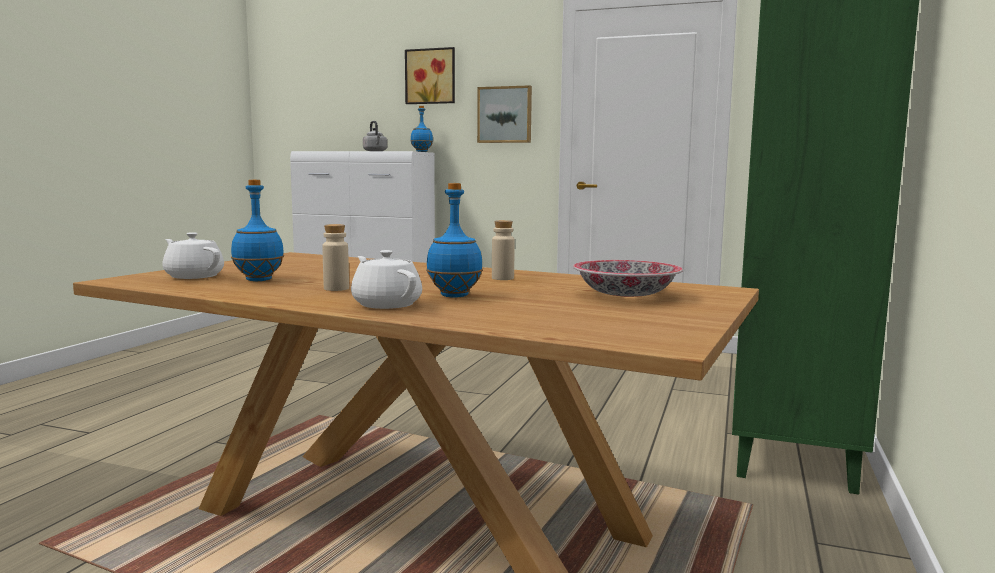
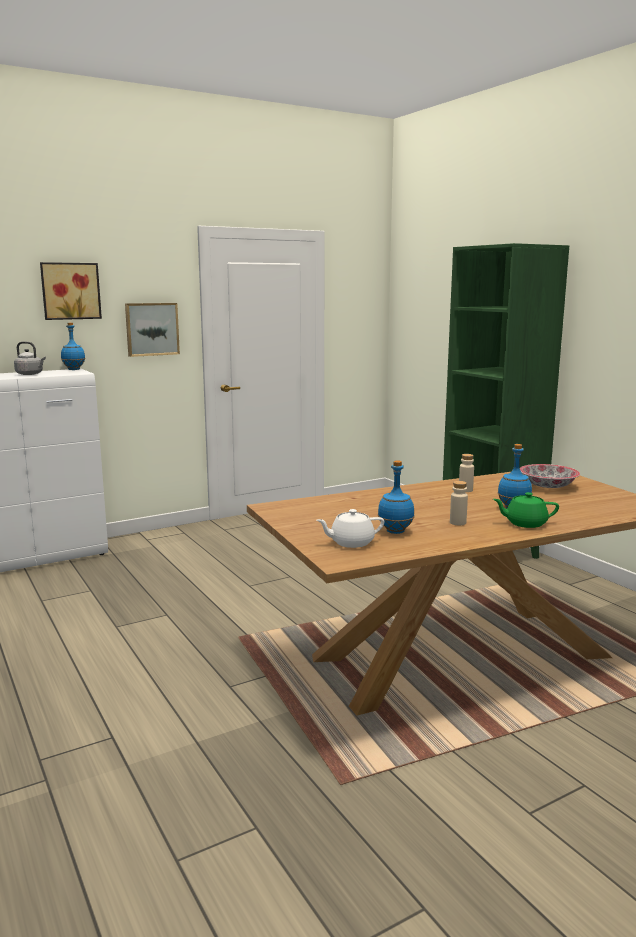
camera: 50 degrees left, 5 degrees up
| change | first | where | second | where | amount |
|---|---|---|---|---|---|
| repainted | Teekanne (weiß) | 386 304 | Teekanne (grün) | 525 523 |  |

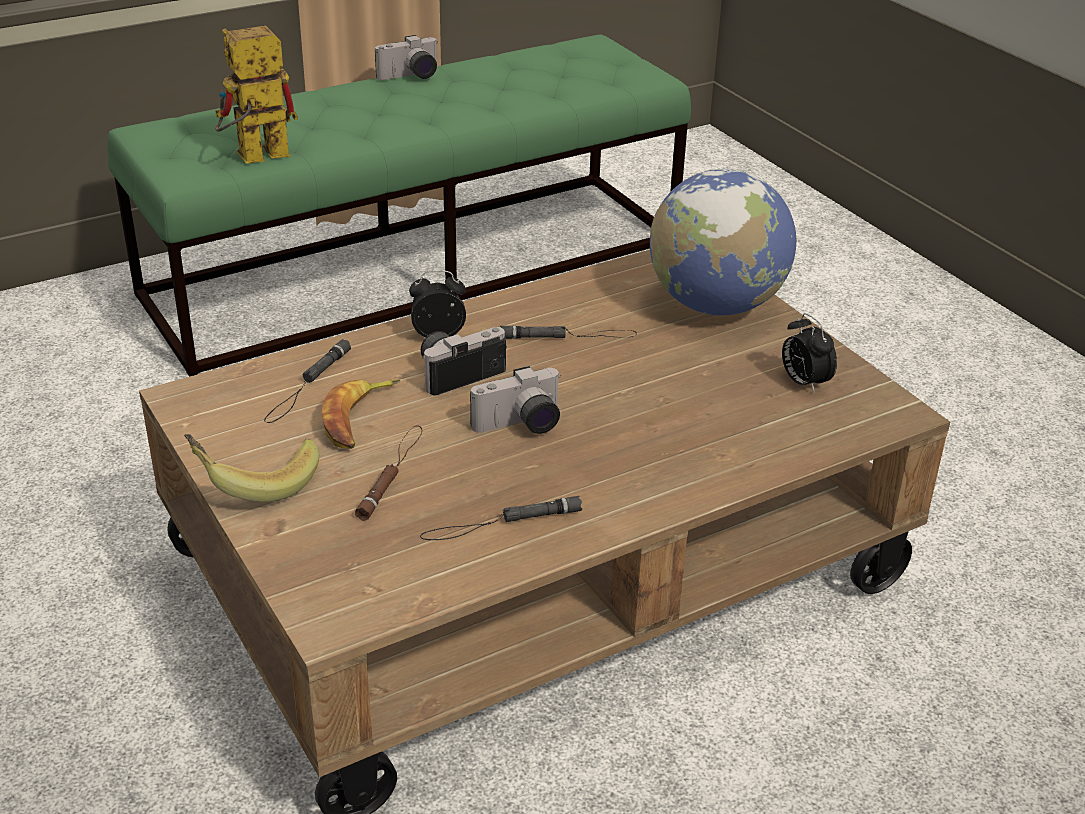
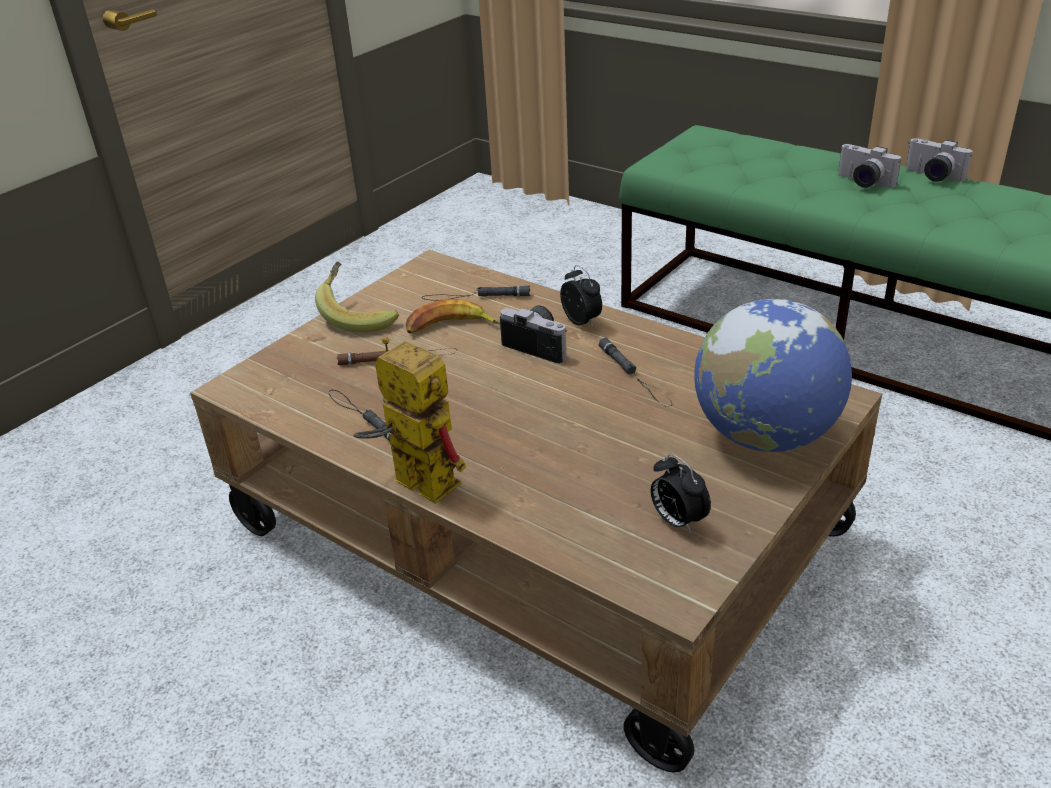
camera: 70 degrees right, 0 degrees up
| change | first | where | second | where | amount |
|---|---|---|---|---|---|
| shifted | Spielzeugroboter | 253 159 |  | 413 481 |  |
| shifted | Kamera | 521 426 |  | 862 182 |  |
| rotated | Wecker | 803 382 |  | 677 521 | 75 degrees counterclockwise |

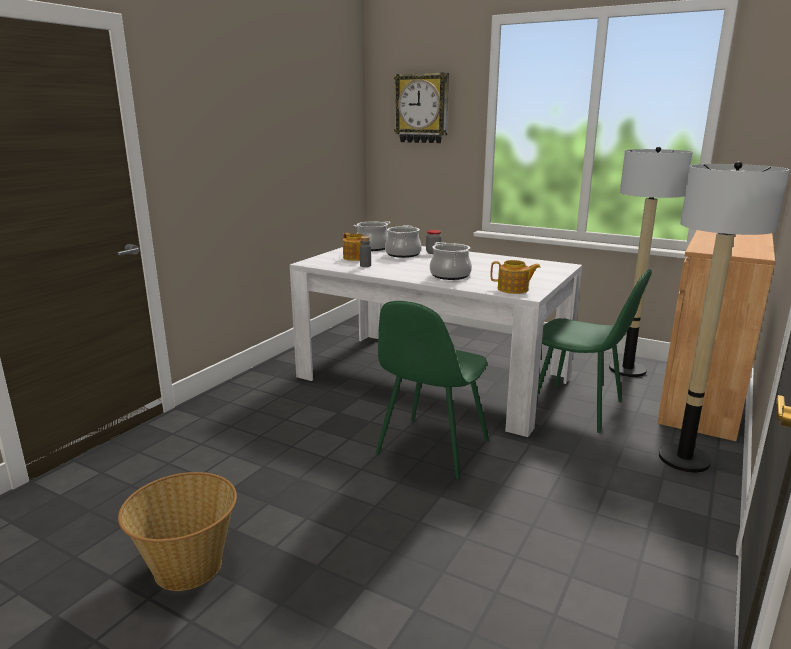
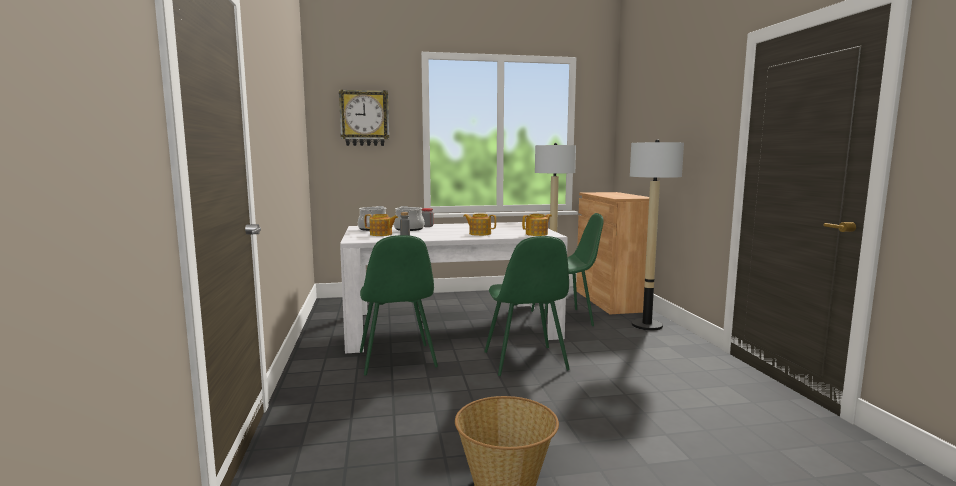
camera: 40 degrees left, 10 degrees down
| change | first | where | second | where | amount |
|---|---|---|---|---|---|
| new |  |  | Stuhl (grün) | 397 360 |  |
| swapped | Kochtopf | 450 275 | Teekanne | 479 234 |  |

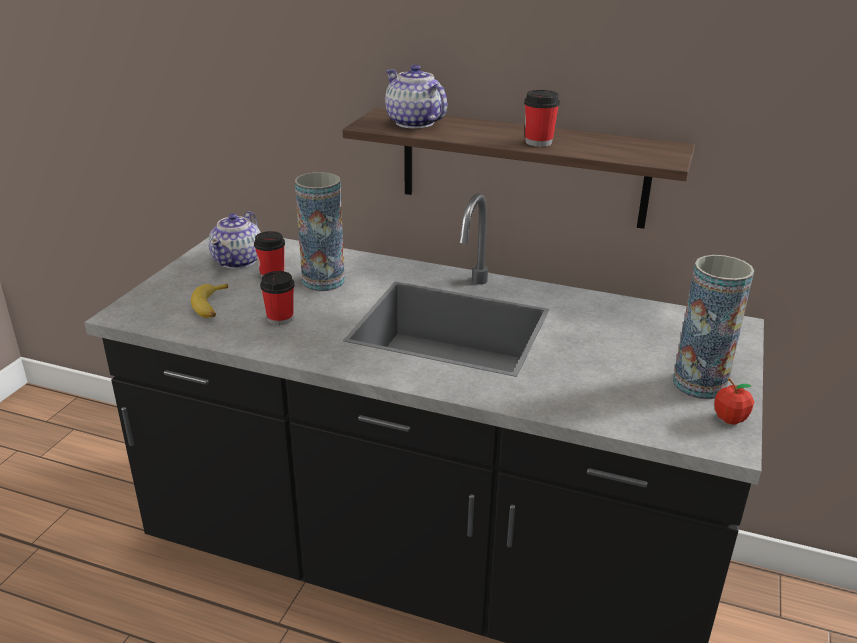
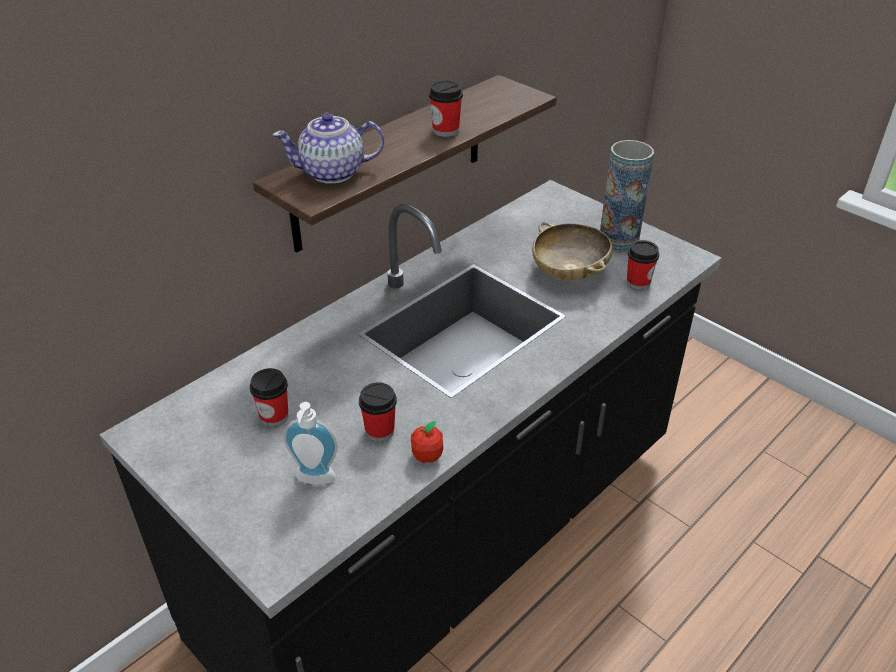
camera: 65 degrees left, 10 degrees up
| change | first | where | second | where | amount |
|---|---|---|---|---|---|
| gone | Teekanne | 239 261 |  |  |  |
| gone | Vase | 323 281 |  |  |  |
| new |  |  | Schüssel (beige) | 569 272 |  |
| new |  |  | Tasse | 638 283 |  |
| shifted | Apfel | 729 419 |  | 427 456 |  |
| swapped | Banane | 212 306 | Seifenspender | 314 480 |  |

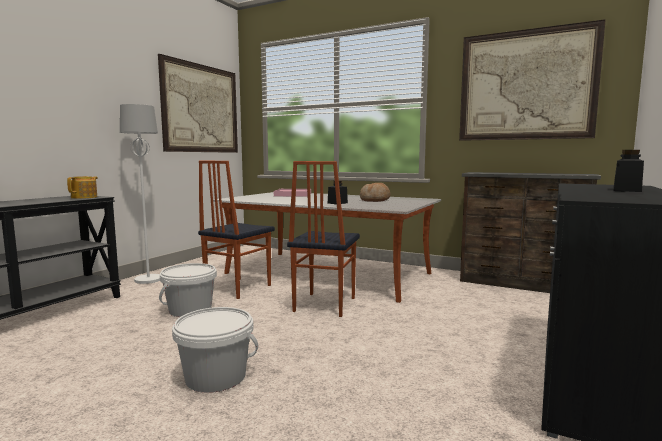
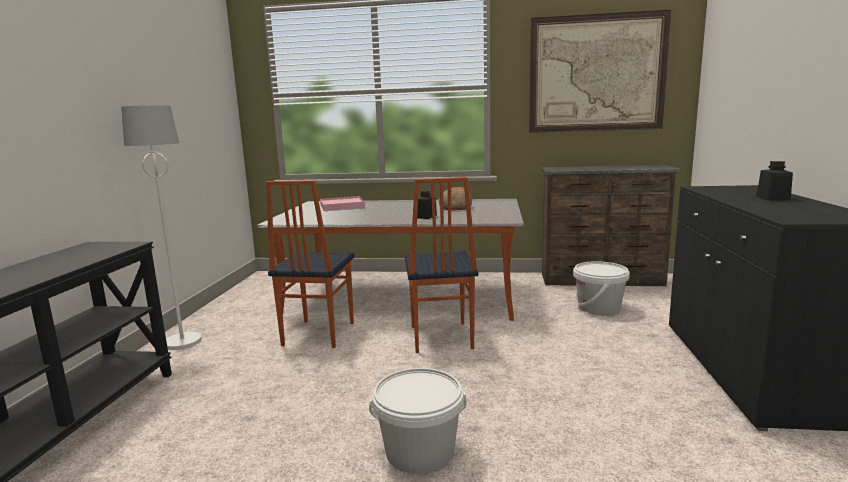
camera: 20 degrees left, 5 degrees up
| change | first | where | second | where | amount |
|---|---|---|---|---|---|
| gone | Teekanne | 85 197 |  |  |  |
| gone | Bild | 201 109 |  |  |  |
| shifted | Eimer (weiß) | 190 310 |  | 599 307 |  |

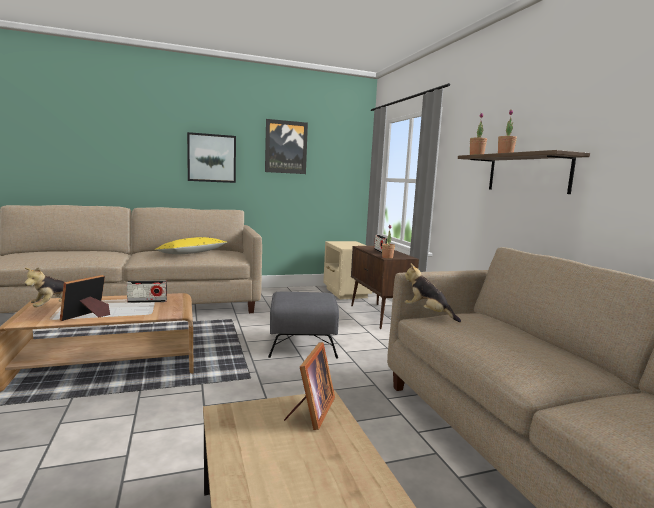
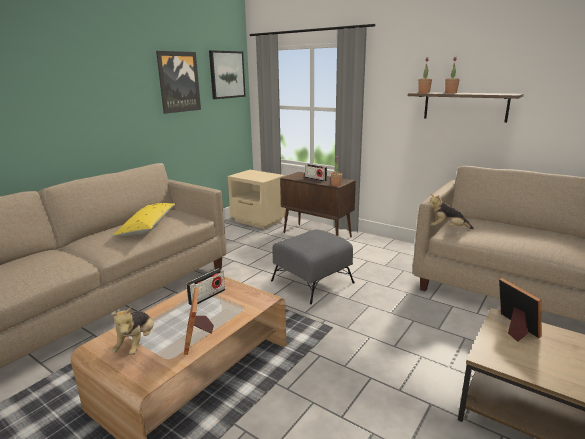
camera: 35 degrees left, 10 degrees up
| change | first | where | second | where | amount |
|---|---|---|---|---|---|
| shifted | Bild | 211 158 |  | 227 74 |  |

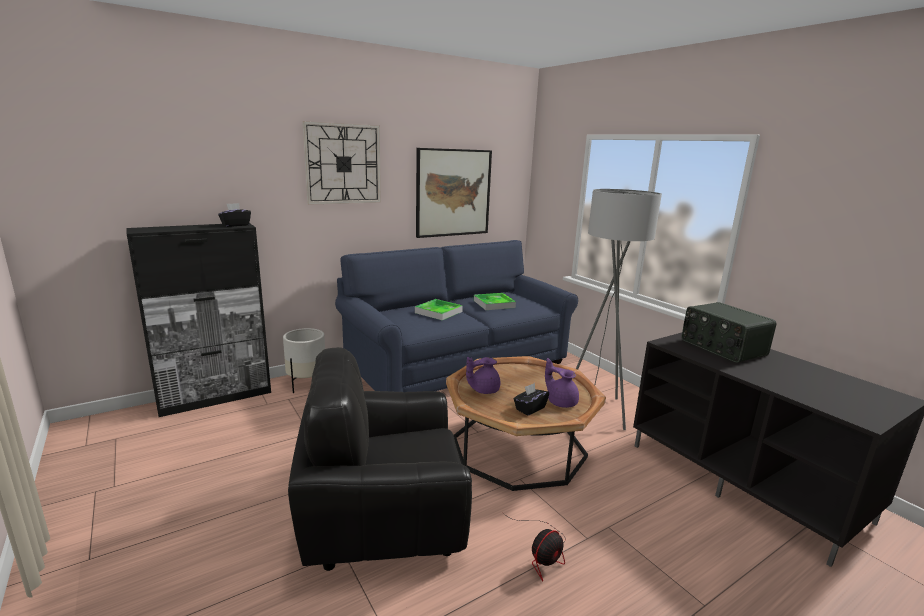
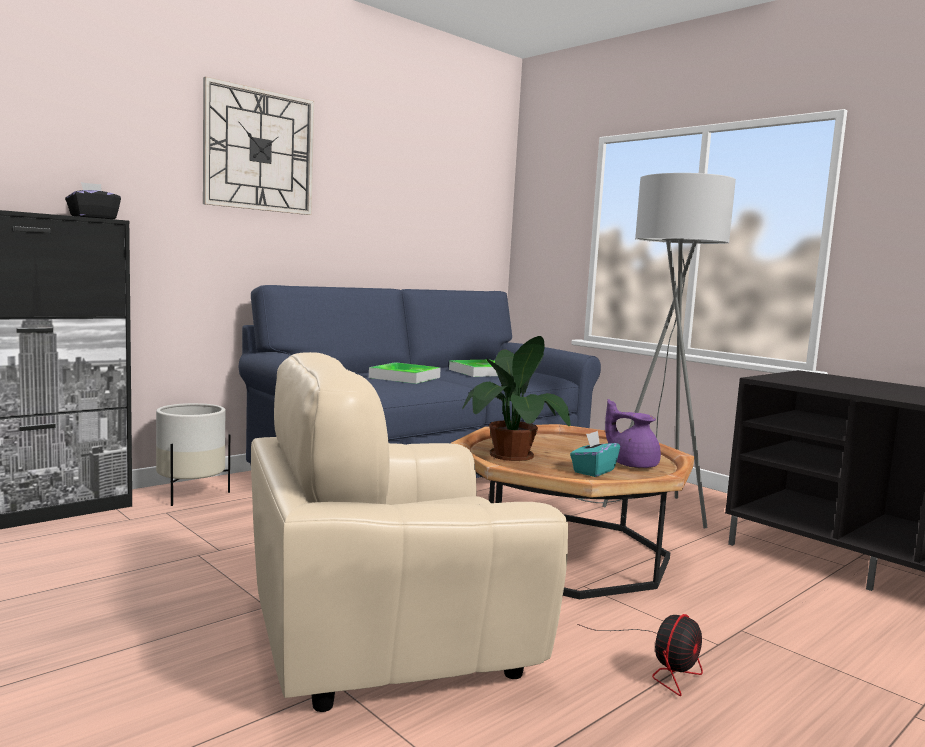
camera: 10 degrees left, 10 degrees down
| change | first | where | second | where | amount |
|---|---|---|---|---|---|
| gone | Bild | 453 193 |  |  |  |
| gone | Radio | 722 348 |  |  |  |
| swapped | Teekanne (lila) | 483 390 | Topfpflanze | 511 456 |  |
| repainted | Sessel (schwarz) | 382 517 | Sessel (beige) | 388 641 |  |
| repainted | Taschentuchbox (schwarz) | 530 408 | Taschentuchbox (türkis) | 593 471 |  |

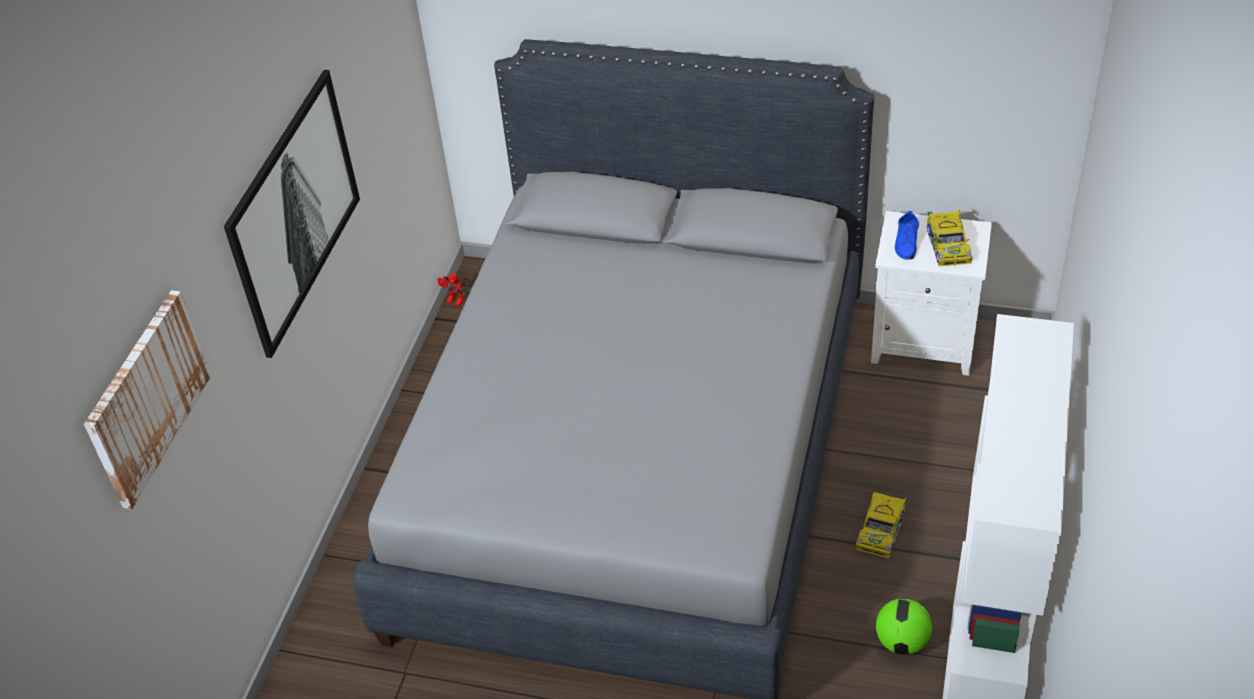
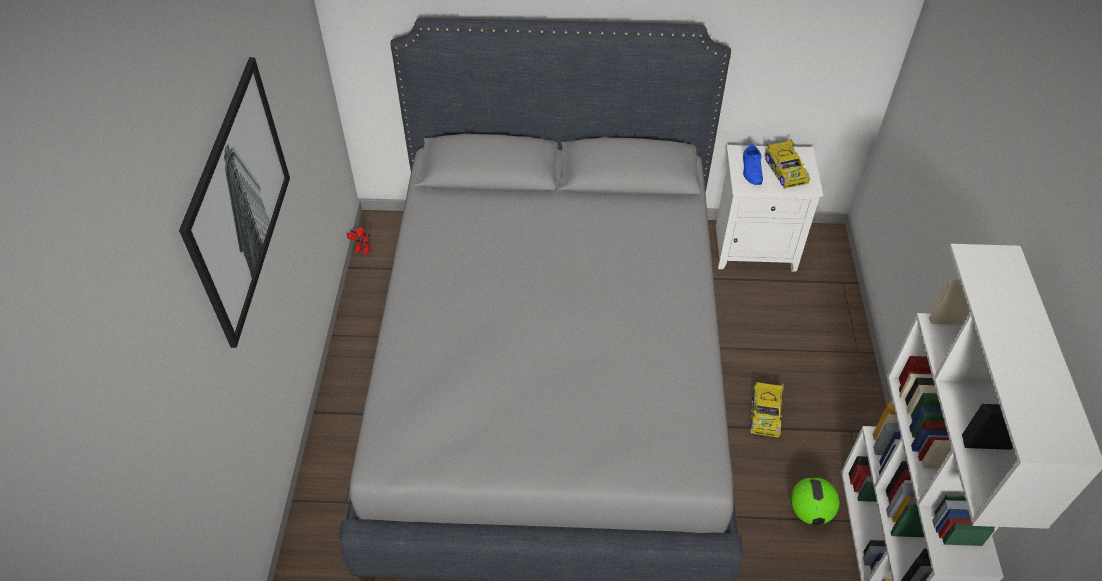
camera: 15 degrees left, 5 degrees up
| change | first | where | second | where | amount |
|---|---|---|---|---|---|
| gone | Bild | 147 397 |  |  |  |

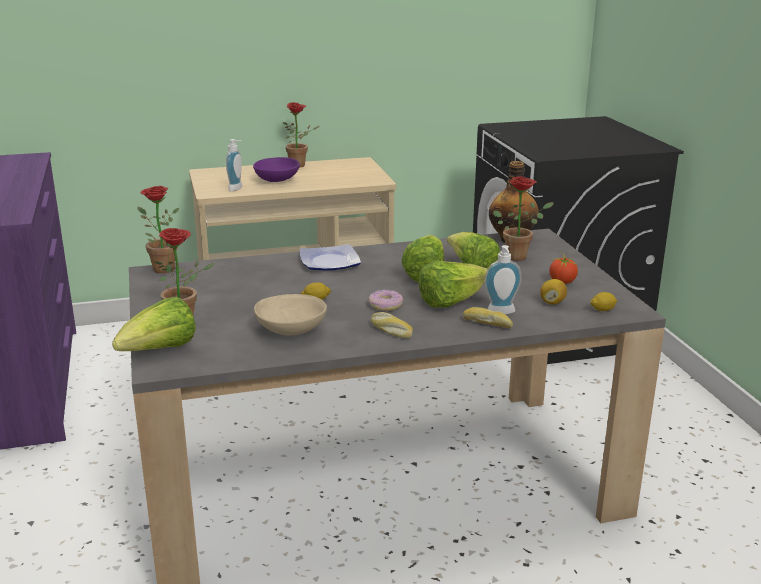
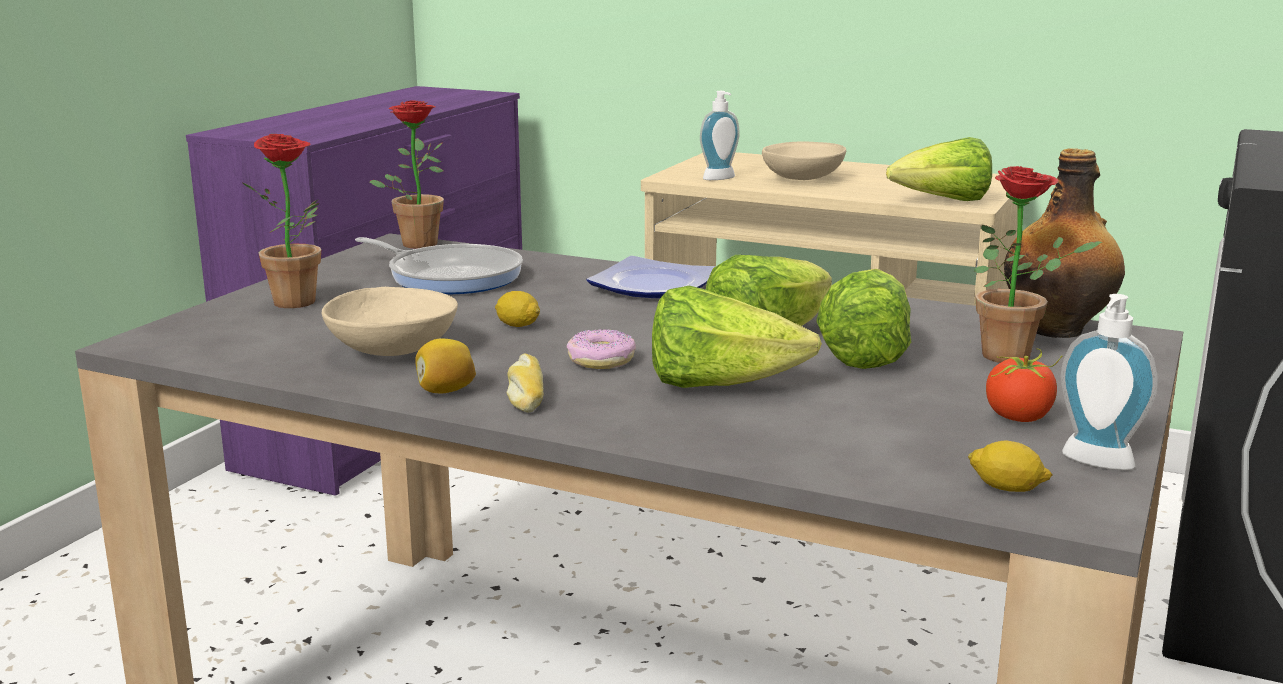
camera: 40 degrees right, 5 degrees down
| change | first | where | second | where | amount |
|---|---|---|---|---|---|
| gone | Topfpflanze | 300 165 |  |  |  |
| gone | Brot | 487 323 |  |  |  |
| new |  |  | Pfanne | 450 276 |  |
| shifted | Salatkopf | 160 351 |  | 943 201 |  |
| shifted | Seifenspender | 501 313 |  | 1095 463 |  |
| shifted | Zitrone | 552 302 |  | 445 391 |  |
| repainted | Schüssel (lila) | 277 180 | Schüssel (beige) | 803 179 |  |

